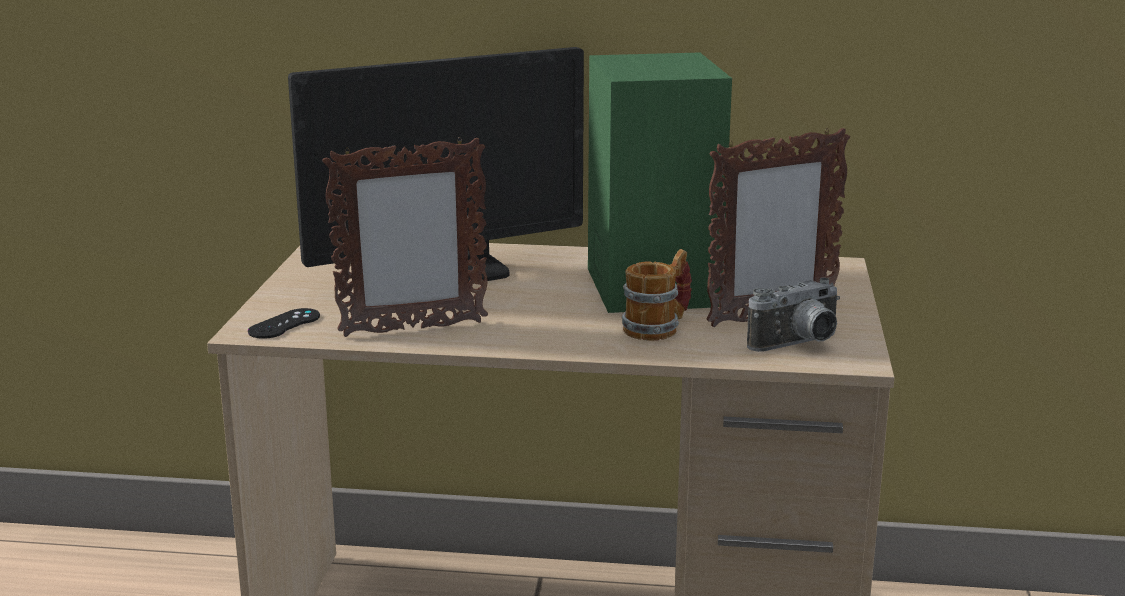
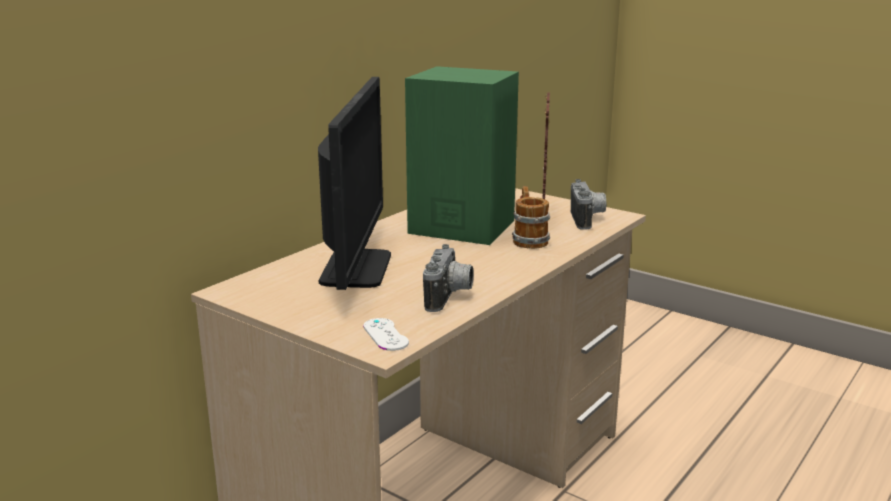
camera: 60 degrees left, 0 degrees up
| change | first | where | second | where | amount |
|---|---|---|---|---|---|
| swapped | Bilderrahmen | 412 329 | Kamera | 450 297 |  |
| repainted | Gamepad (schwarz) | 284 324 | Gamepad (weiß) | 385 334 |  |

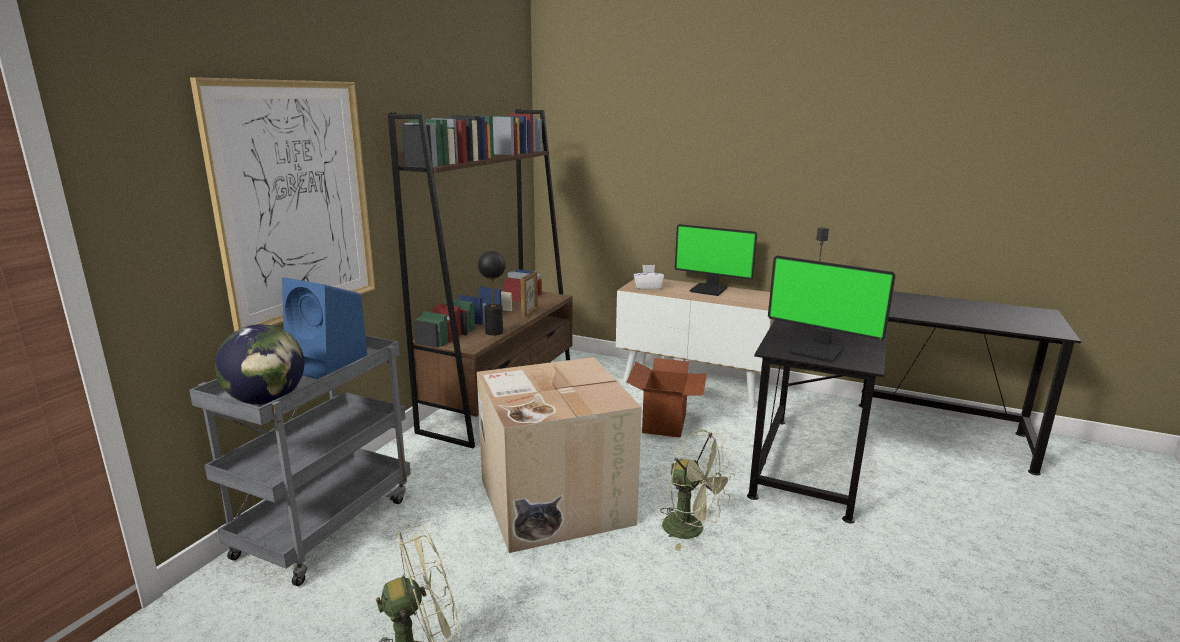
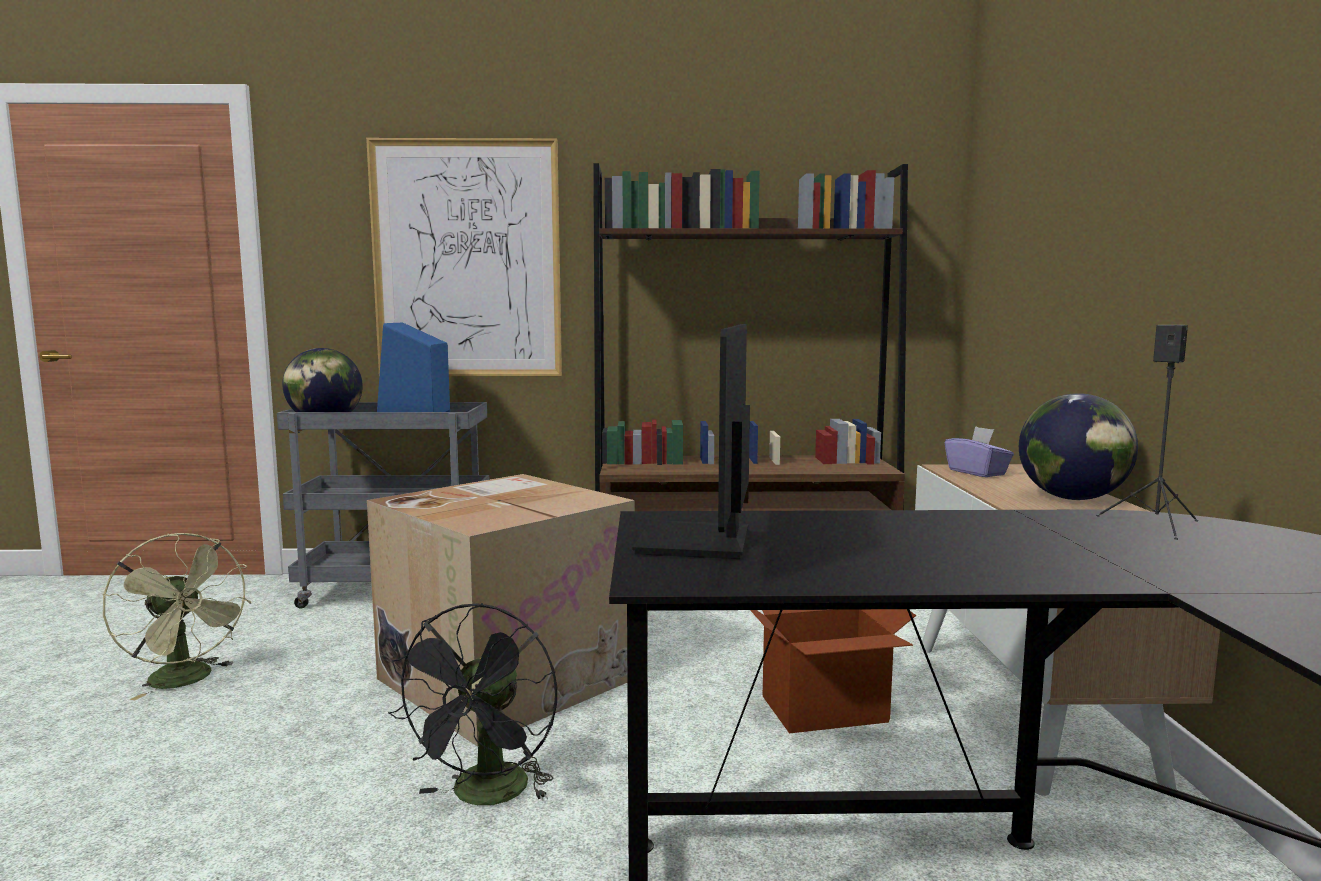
camera: 65 degrees right, 10 degrees down
| change | first | where | second | where | amount |
|---|---|---|---|---|---|
| gone | Tischlampe (schwarz) | 494 332 |  |  |  |
| gone | Bilderrahmen | 530 313 |  |  |  |
| swapped | Monitor | 709 290 | Globus | 1073 498 |  |
| repainted | Taschentuchbox (weiß) | 648 287 | Taschentuchbox (lila) | 977 472 |  |
| repainted | Ventilator (grün) | 692 530 | Ventilator (schwarz) | 486 796 |  |

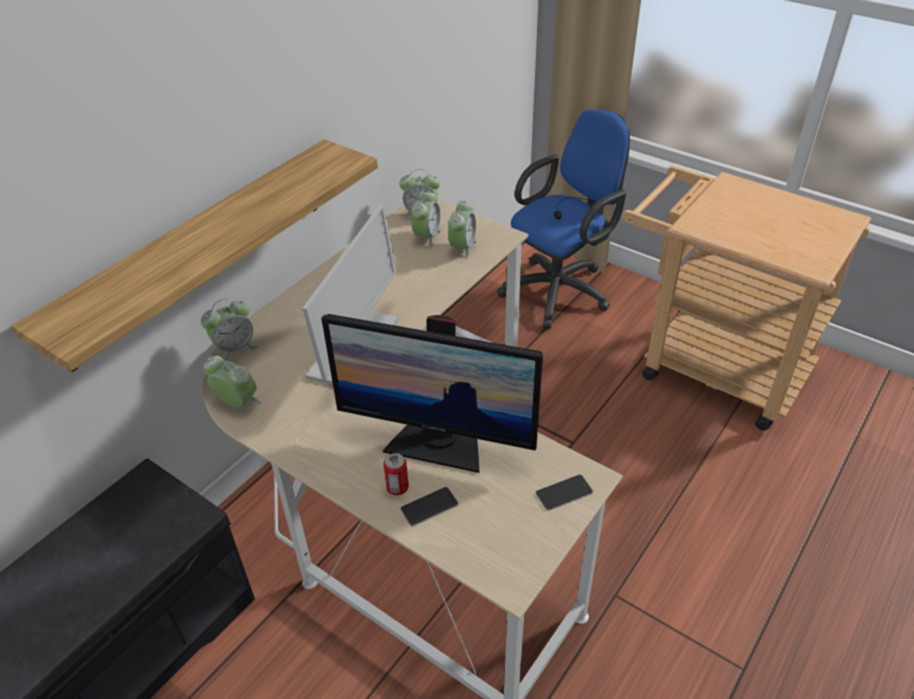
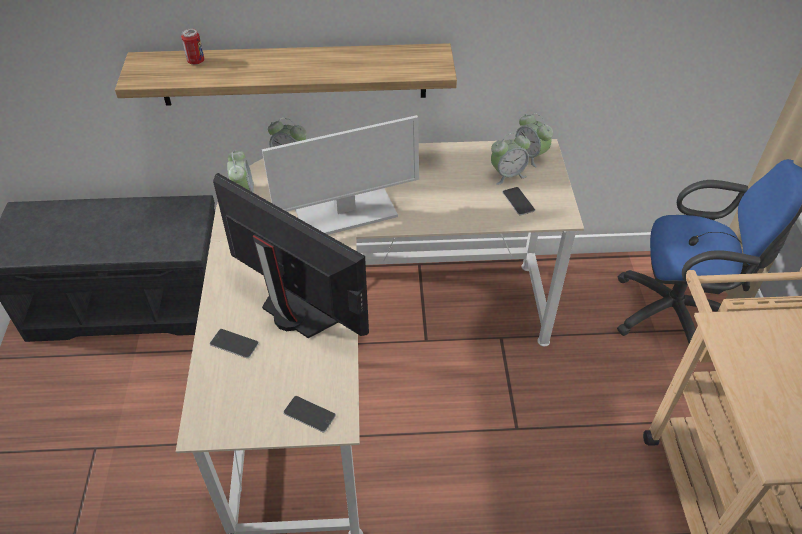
camera: 50 degrees right, 5 degrees up
| change | first | where | second | where | amount |
|---|---|---|---|---|---|
| shifted | Dose | 397 487 |  | 196 61 |  |
| swapped | Wecker | 462 247 | Handy | 518 201 |  |
| rotated | Monitor | 438 443 |  | 296 313 | 150 degrees clockwise |

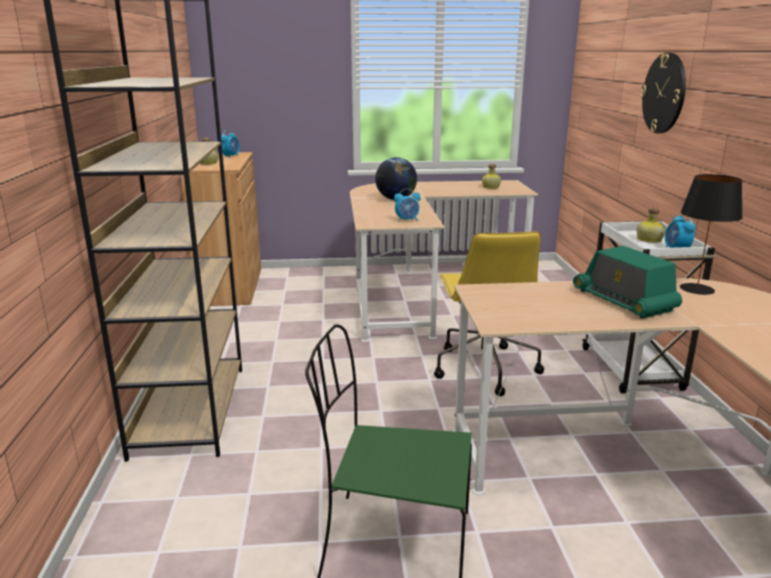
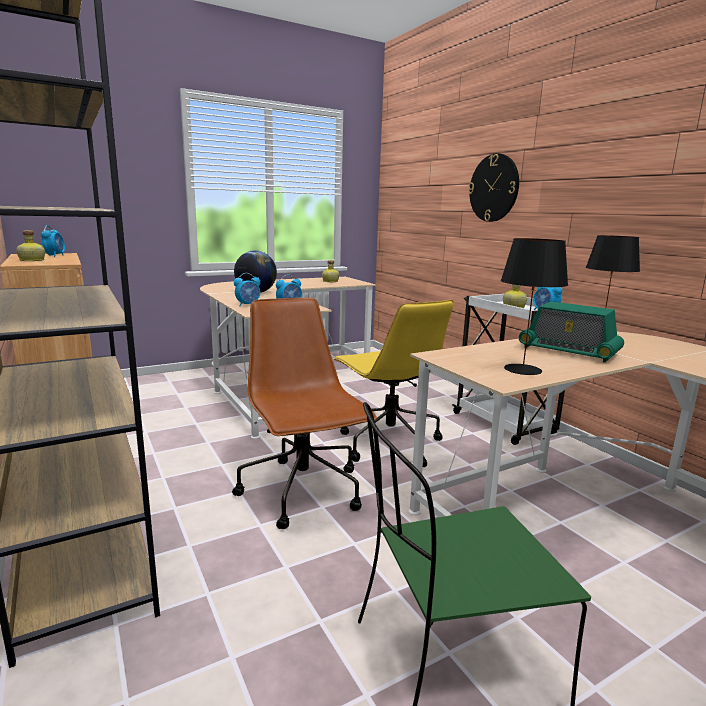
camera: 25 degrees left, 5 degrees down
| change | first | where | second | where | amount |
|---|---|---|---|---|---|
| new |  |  | Bürostuhl (braun) | 303 492 |  |
| new |  |  | Wecker | 248 305 |  |
| new |  |  | Tischlampe (schwarz) | 522 369 |  |

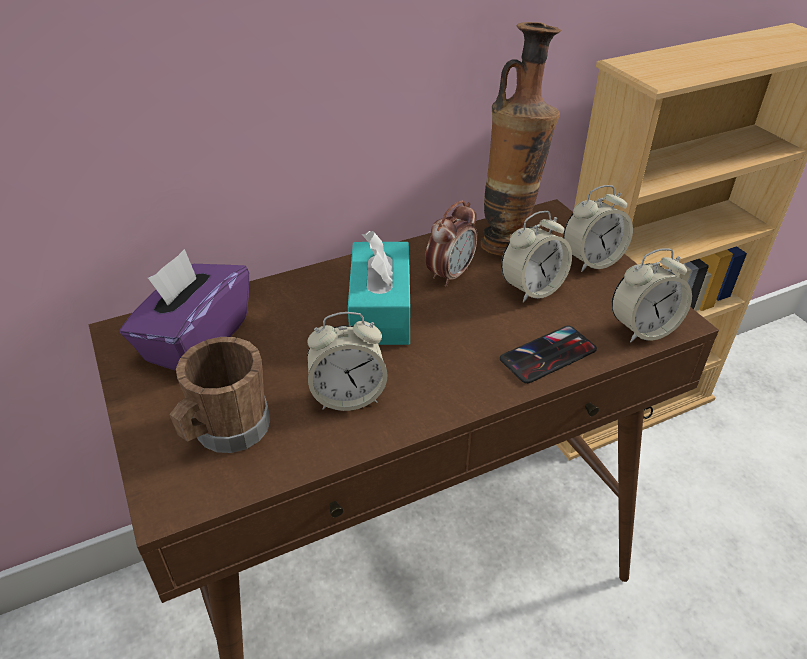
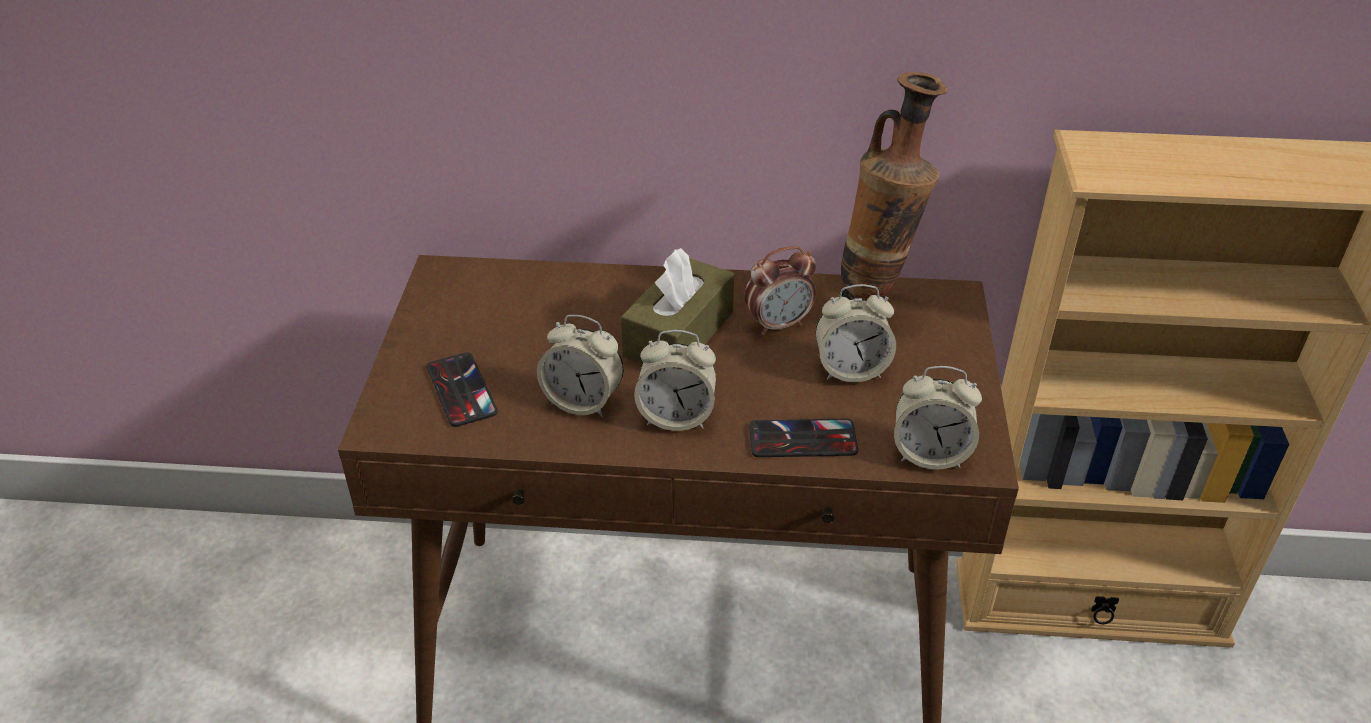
camera: 30 degrees right, 0 degrees up
| change | first | where | second | where | amount |
|---|---|---|---|---|---|
| gone | Taschentuchbox (lila) | 196 340 |  |  |  |
| shifted | Wecker | 591 261 |  | 676 417 |  |
| swapped | Henkelbecher (braun) | 226 431 | Handy | 461 390 |  |
| repainted | Taschentuchbox (türkis) | 380 310 | Taschentuchbox (braun) | 678 334 |  |

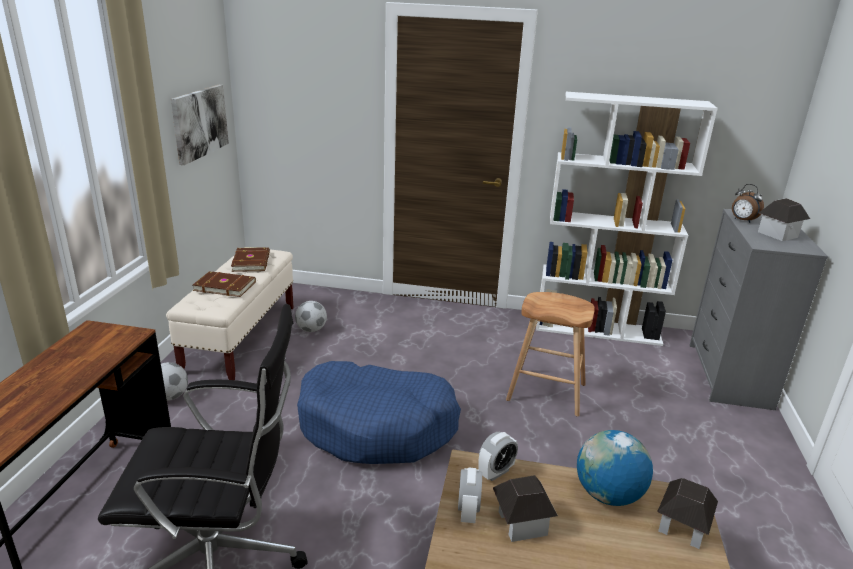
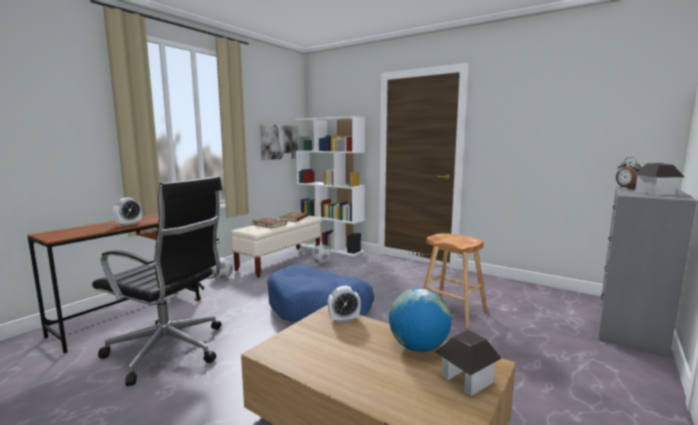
camera: 25 degrees right, 15 degrees down
| change | first | where | second | where | amount |
|---|---|---|---|---|---|
| gone | Spielzeughaus | 521 523 |  |  |  |
| shifted | Wecker | 468 511 |  | 129 224 |  |
| shifted | Bücherregal (weiß) | 598 329 |  | 330 248 |  |

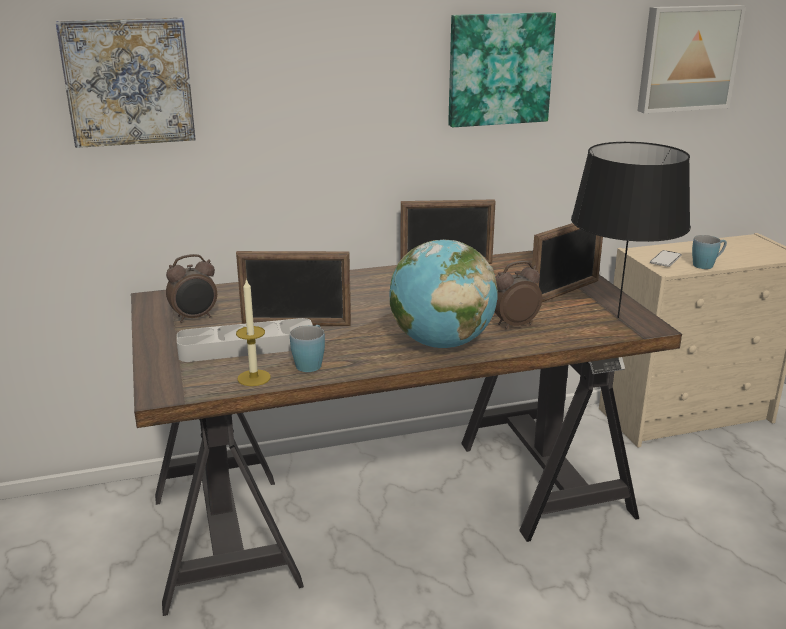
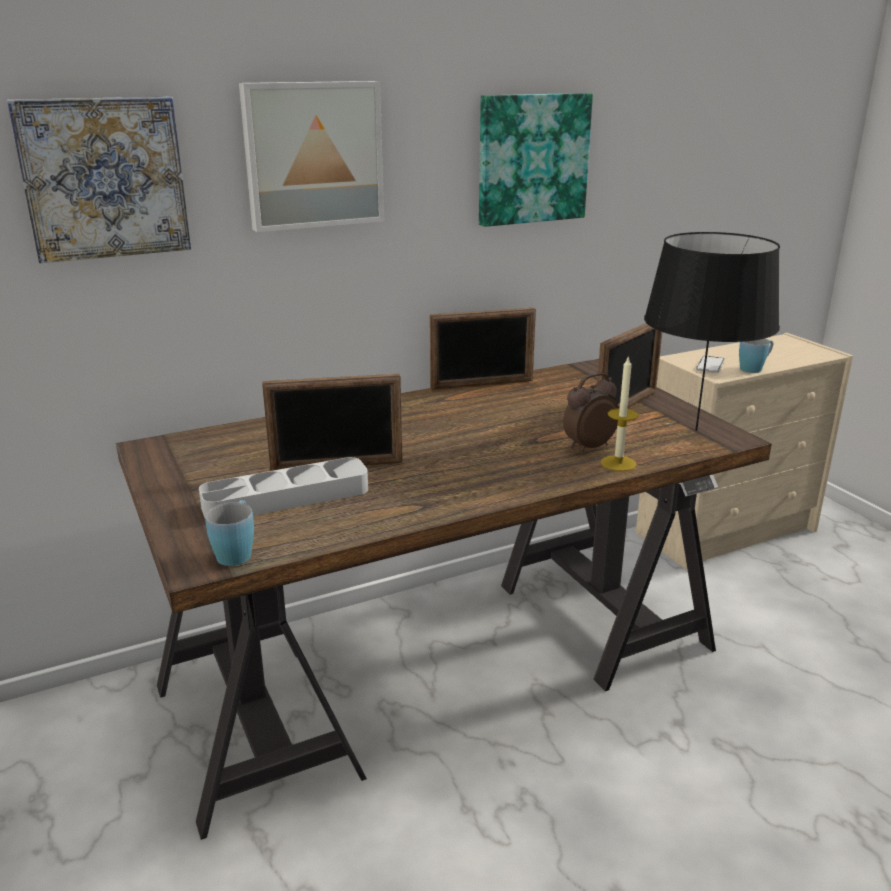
camera: 10 degrees left, 0 degrees up
| change | first | where | second | where | amount |
|---|---|---|---|---|---|
| gone | Wecker | 195 318 |  |  |  |
| gone | Globus | 441 343 |  |  |  |
| shifted | Kerze | 254 378 |  | 618 463 |  |
| shifted | Henkelbecher (blau) | 311 363 |  | 236 552 |  |
| shifted | Bild | 687 58 |  | 312 155 |  |

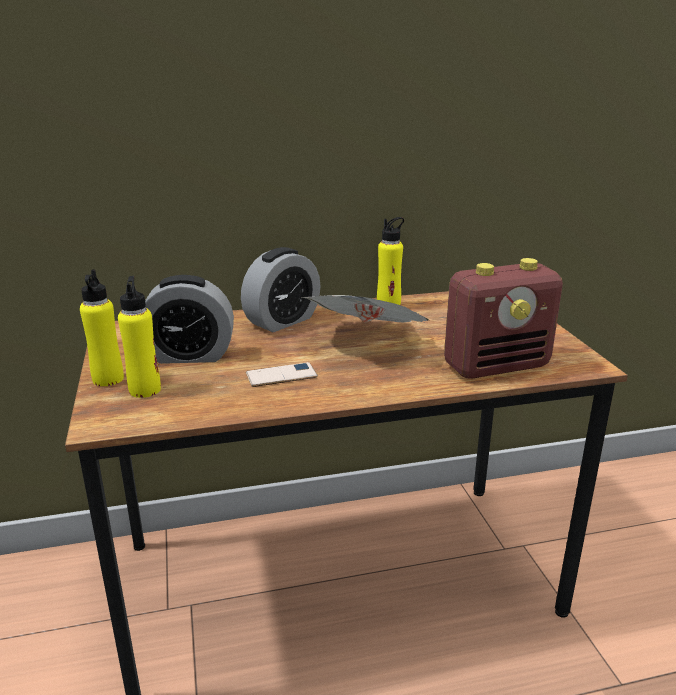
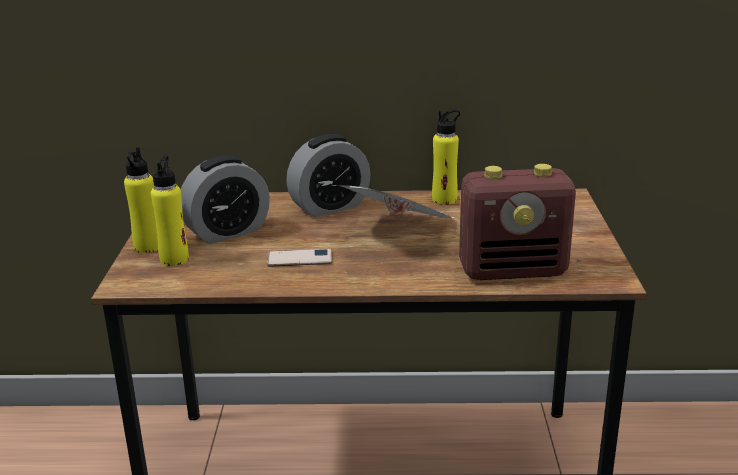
camera: 15 degrees right, 0 degrees up
| change | first | where | second | where | amount |
|---|---|---|---|---|---|
| rotated | Wecker | 190 355 |  | 227 232 | 45 degrees counterclockwise |

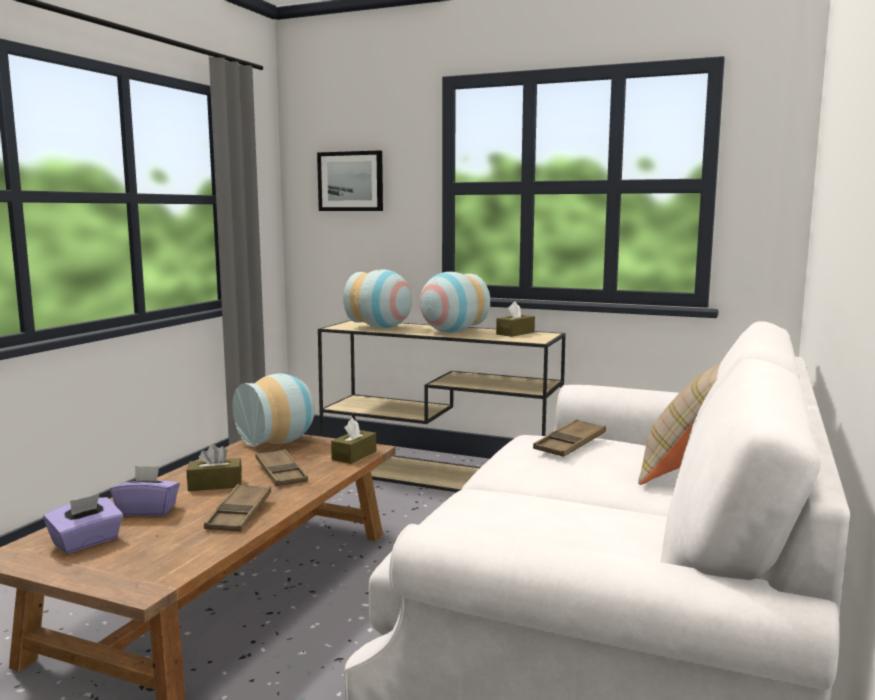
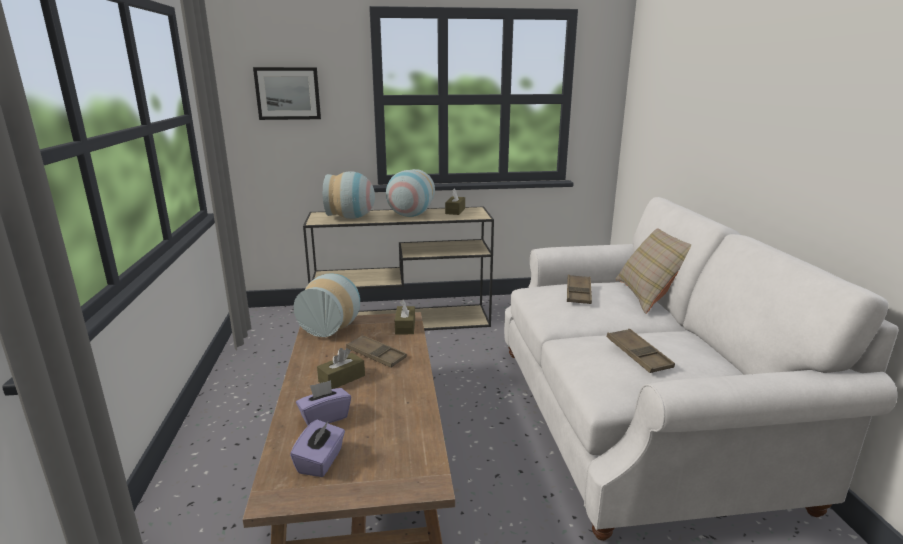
camera: 30 degrees left, 10 degrees up
| change | first | where | second | where | amount |
|---|---|---|---|---|---|
| shifted | Tablett (braun) | 239 514 |  | 638 355 |  |

